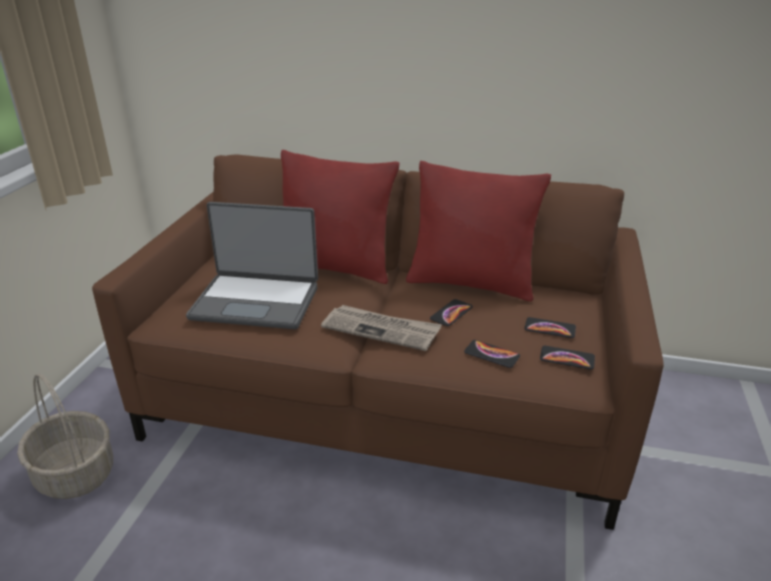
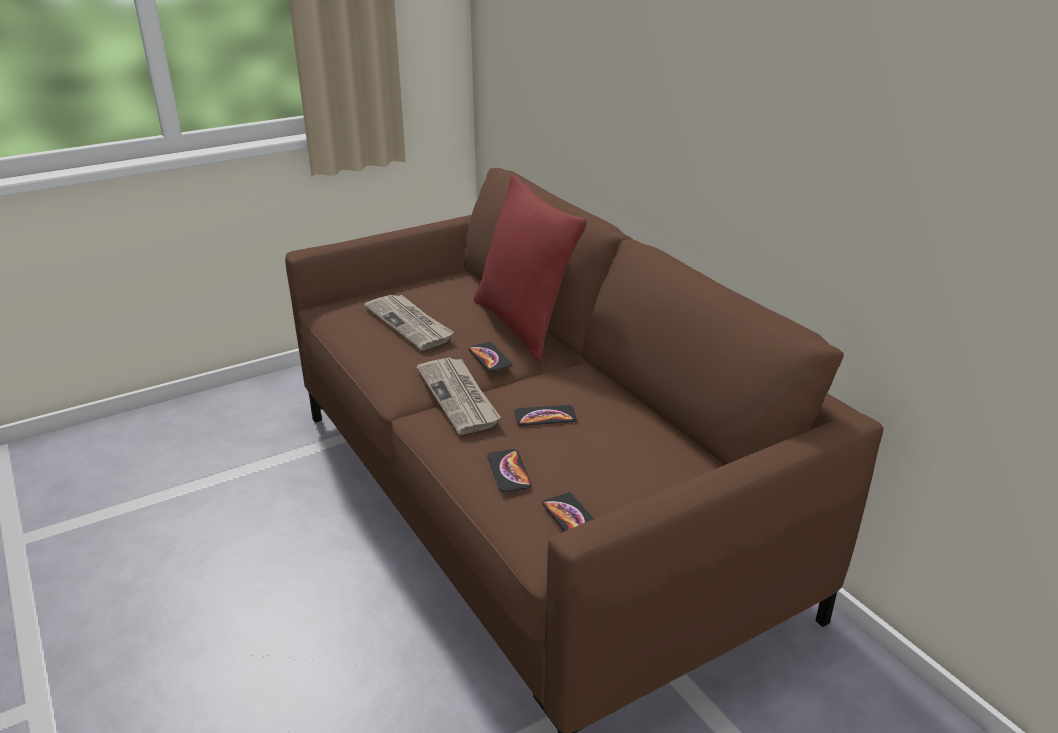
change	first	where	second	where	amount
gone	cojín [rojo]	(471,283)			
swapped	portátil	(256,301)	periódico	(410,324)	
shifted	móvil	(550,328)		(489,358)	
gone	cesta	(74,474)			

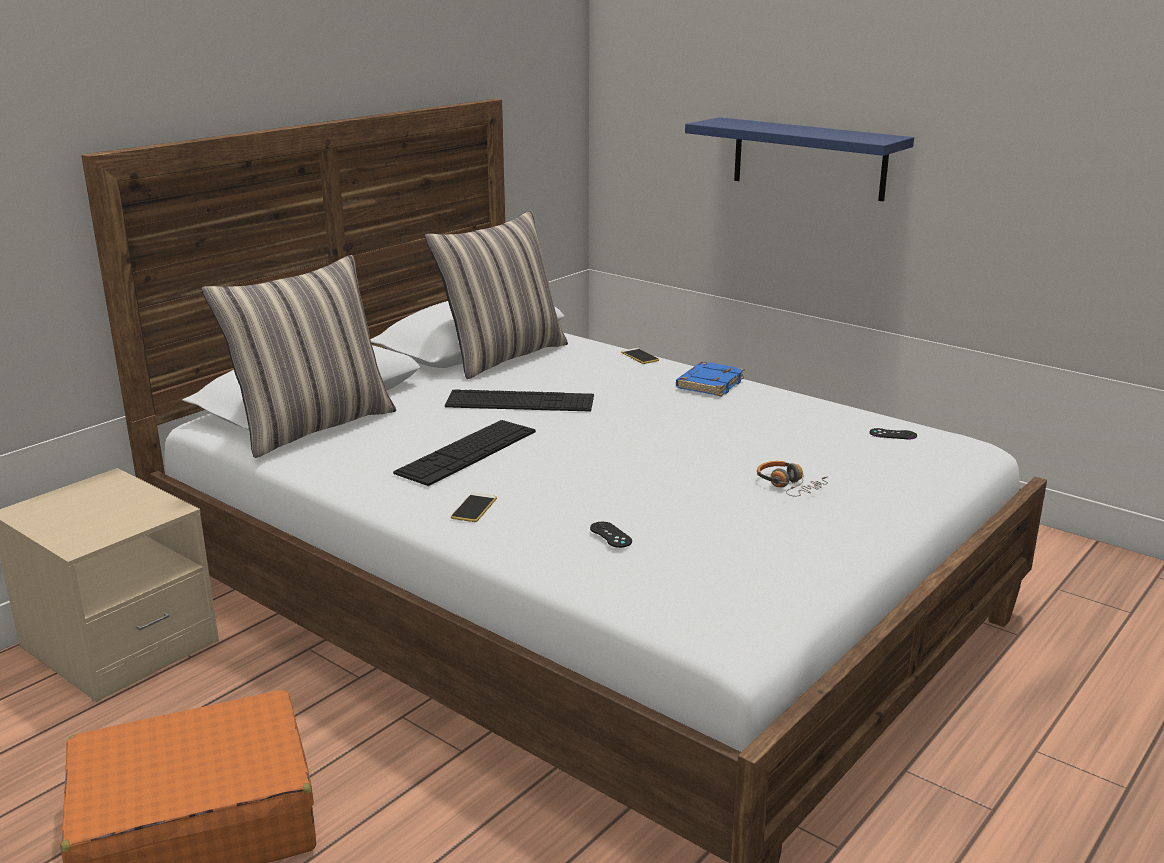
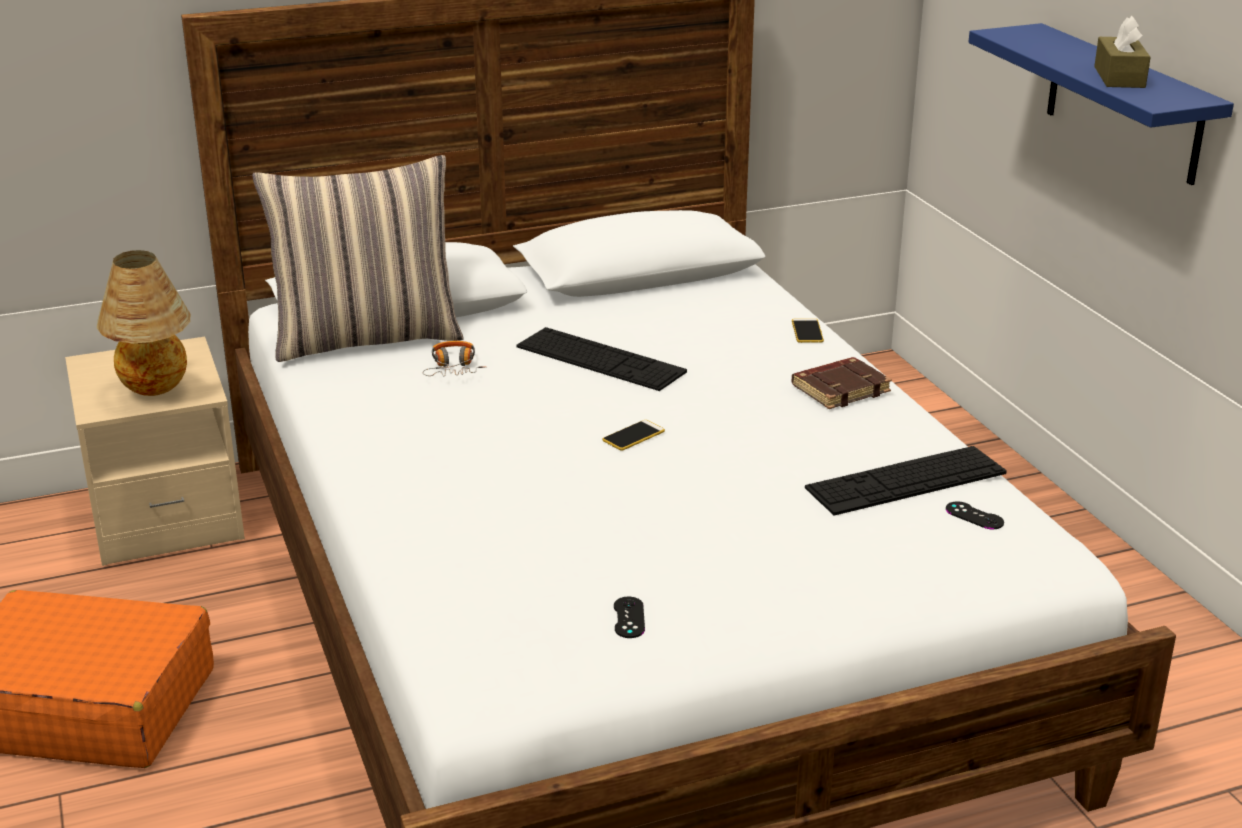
change	first	where	second	where	amount
gone	cojín	(502,356)			
repainted	libro [azul]	(709,384)	libro [marrón]	(840,389)	
shifted	teclado	(467,452)		(906,480)	
shifted	auriculares	(789,486)		(454,367)	
shifted	móvil	(474,508)		(633,436)	
shifted	mando de consola [negro]	(610,535)		(629,618)	
new			caja de pañuelos [marrón]	(1119,77)	
new			lámpara de mesa	(155,393)	

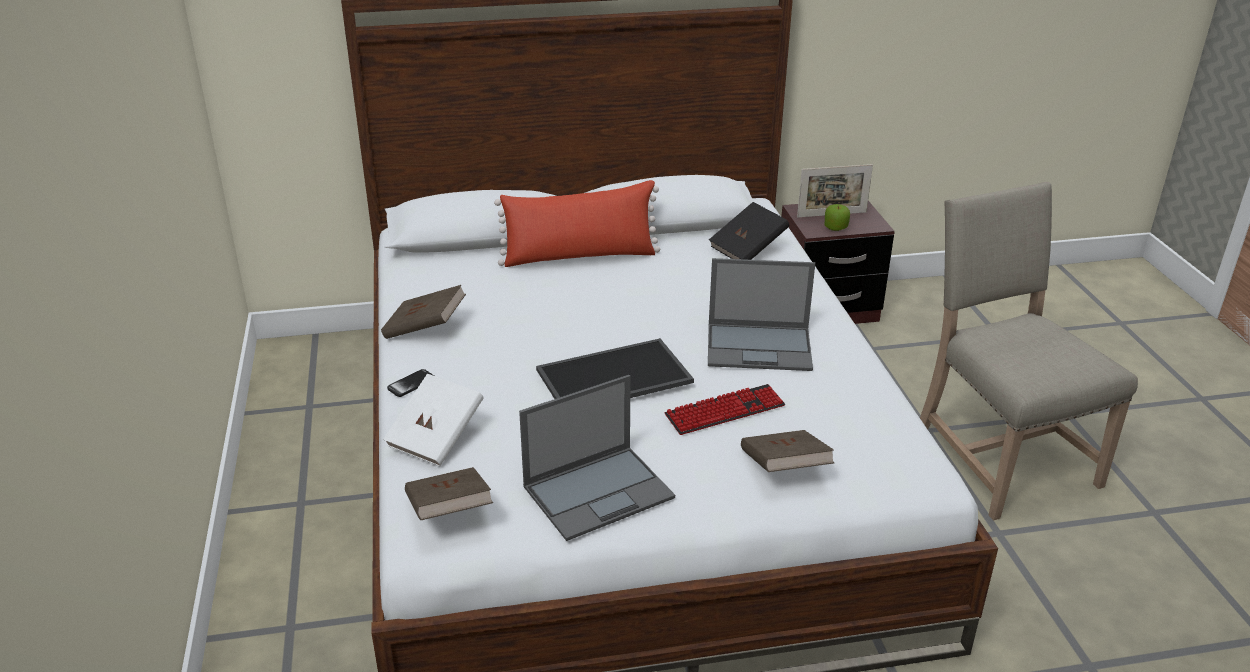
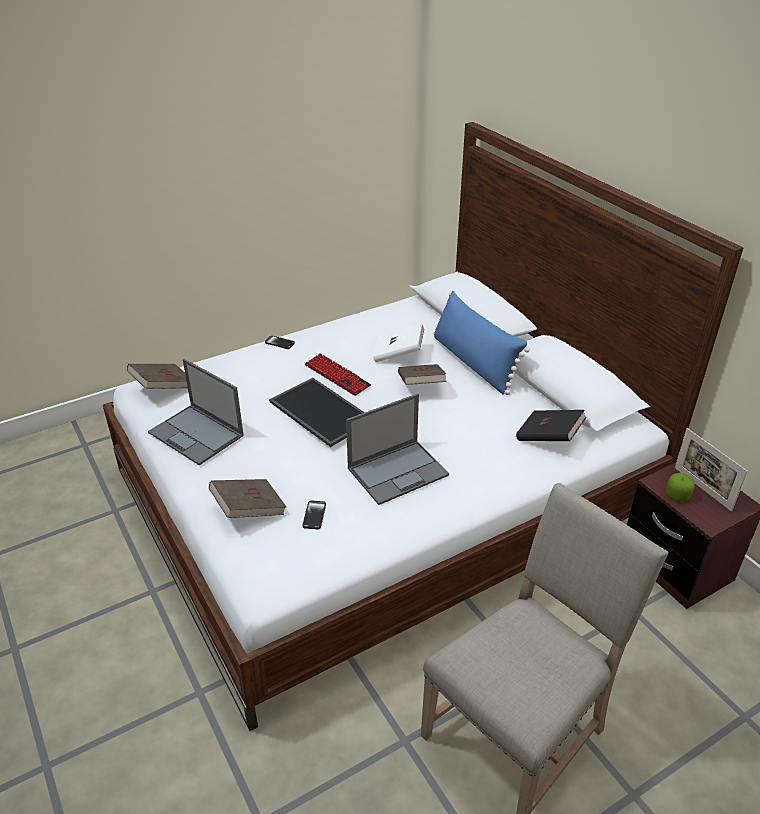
change	first	where	second	where	amount
repainted	cojín [rojo]	(580,256)	cojín [azul]	(473,363)	
rotated	portátil	(760,347)		(398,471)	105 degrees counterclockwise
shifted	libro [marrón]	(425,329)		(421,385)	
shifted	libro [blanco]	(436,437)		(398,354)	
shifted	teclado	(725,411)		(337,376)	
new			móvil	(314,515)	

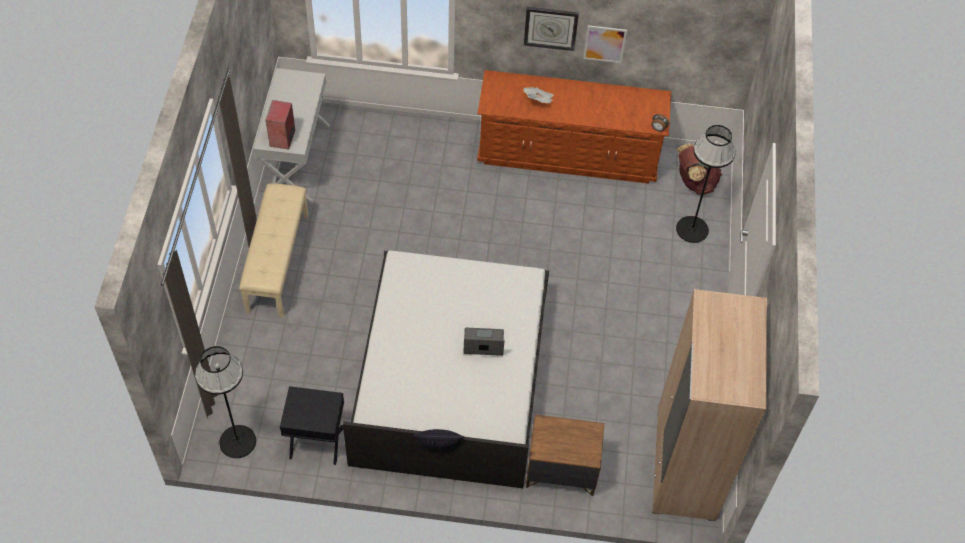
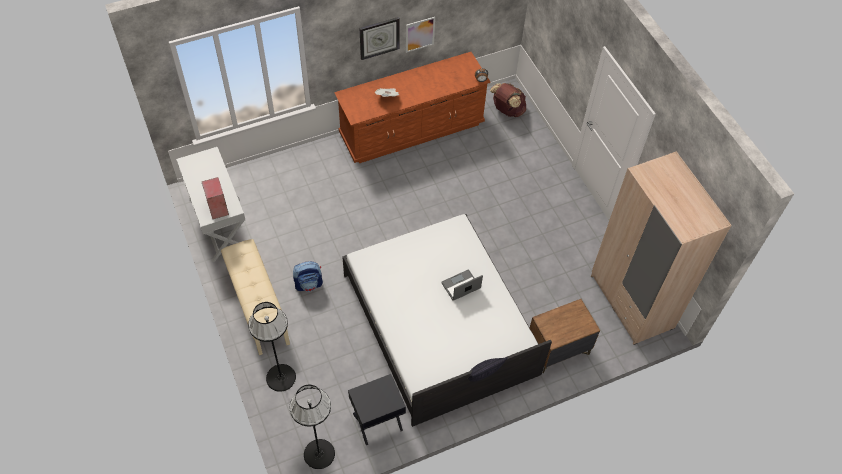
change	first	where	second	where	amount
shifted	lámpara de pie [negro]	(692,229)		(281,378)	
new			mochila	(309,284)	

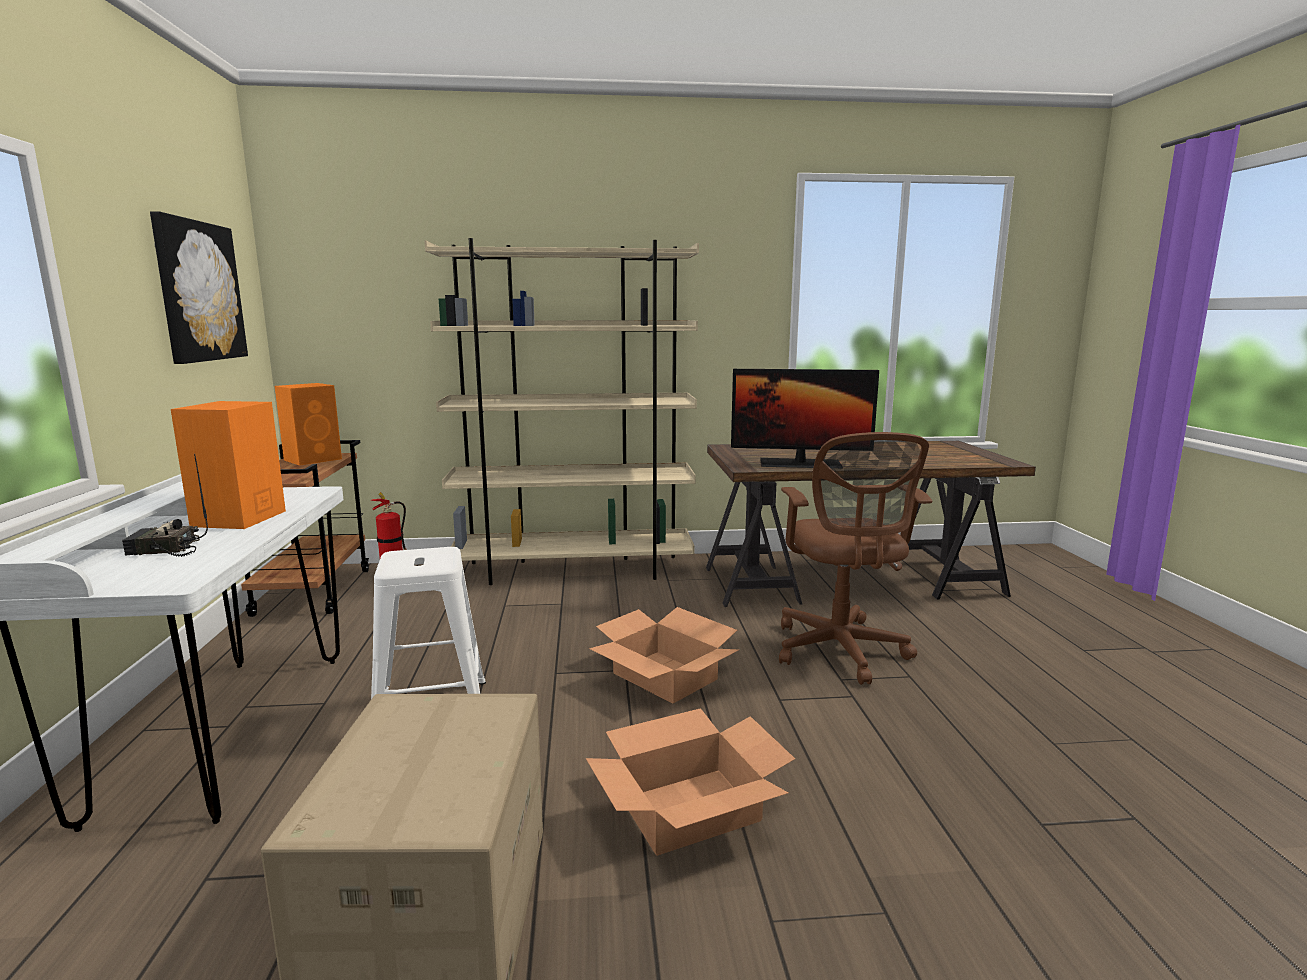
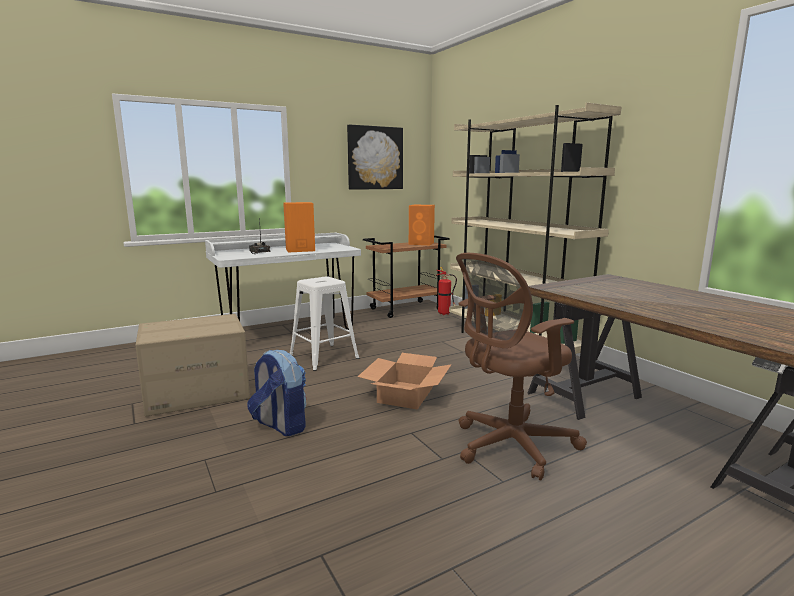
change	first	where	second	where	amount
gone	monitor	(800,464)			
swapped	caja de cartón	(689,809)	mochila	(280,425)	

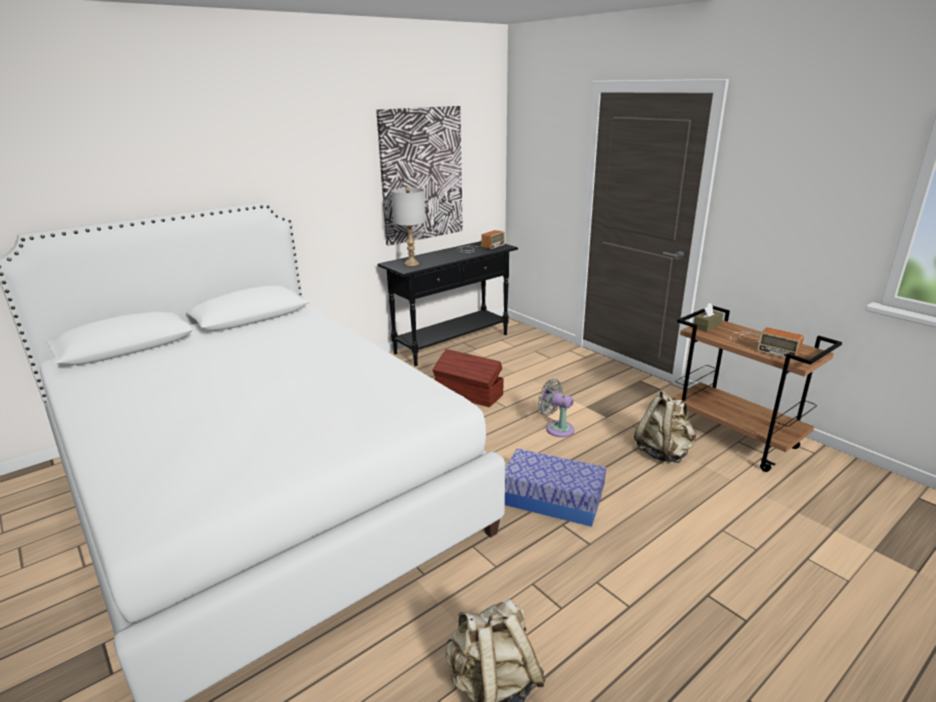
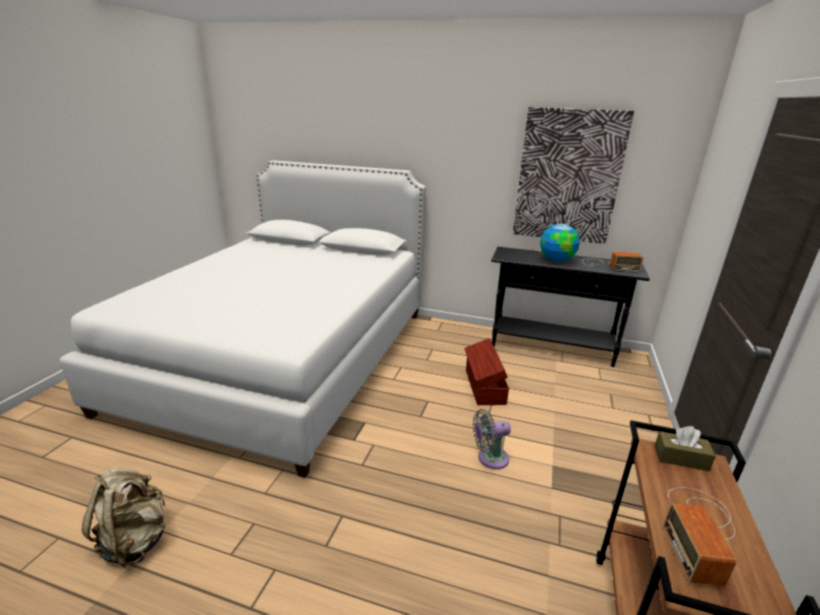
change	first	where	second	where	amount
gone	lámpara de mesa [gris]	(411,263)			
rotated	ventilador [gris]	(557,428)		(489,458)	105 degrees counterclockwise
gone	mochila [beis]	(663,452)			
gone	caja de almacenaje	(552,500)			
new			globo terráqueo	(556,260)	

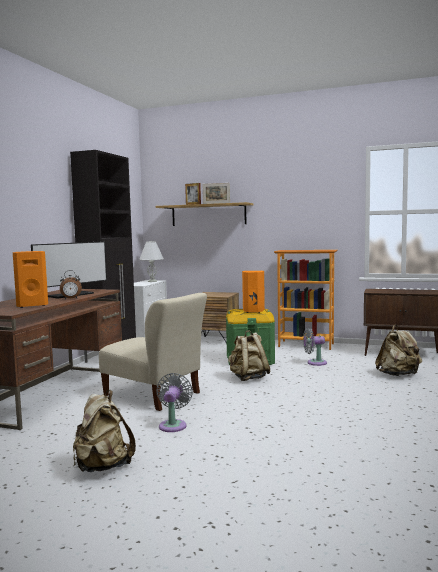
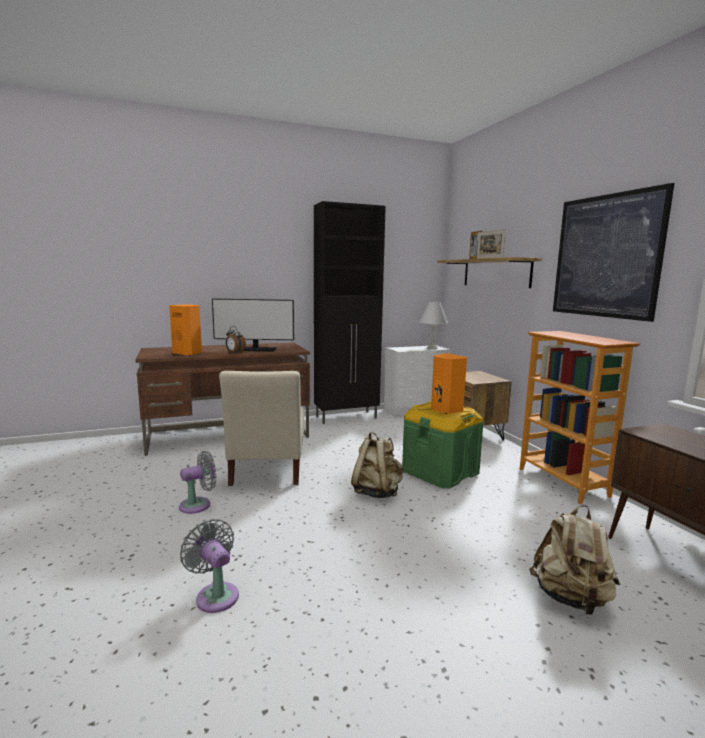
change	first	where	second	where	amount
shifted	ventilador [gris]	(314,363)		(215,595)	
gone	mochila [beis]	(103,467)			
new			cuadro	(606,256)	

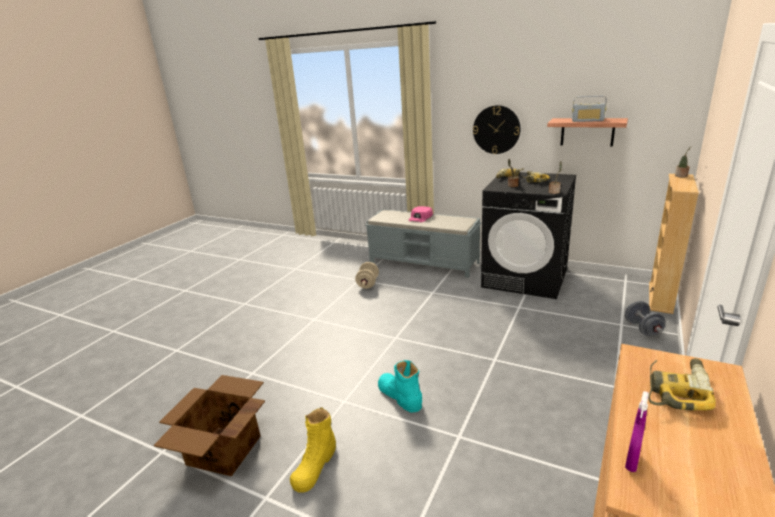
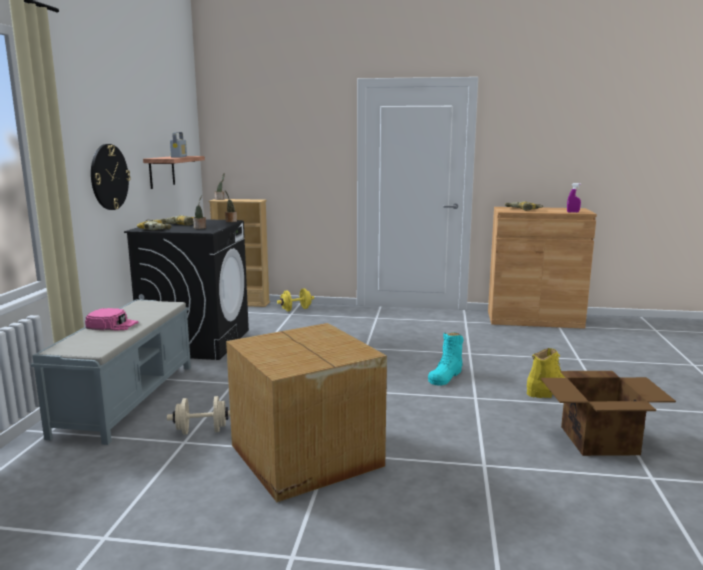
change	first	where	second	where	amount
repainted	mancuerna [gris]	(642,329)	mancuerna [amarillo]	(296,309)	
new			caja de cartón	(305,457)	

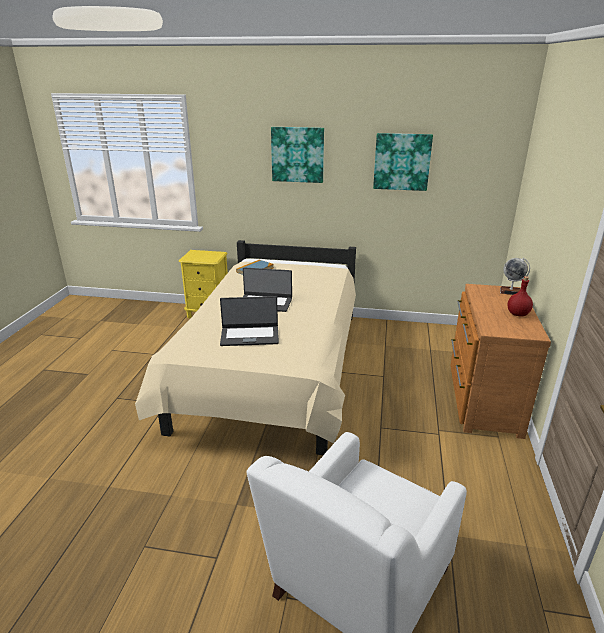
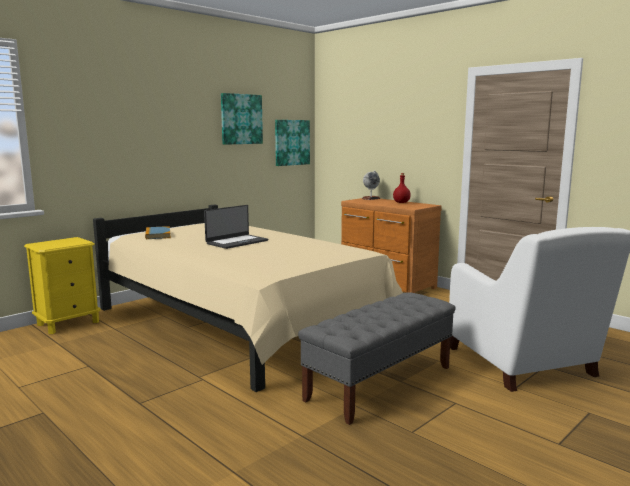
change	first	where	second	where	amount
shifted	cuadro	(297,154)		(291,142)	
gone	portátil	(250,336)			
new			banco [gris]	(380,383)	

